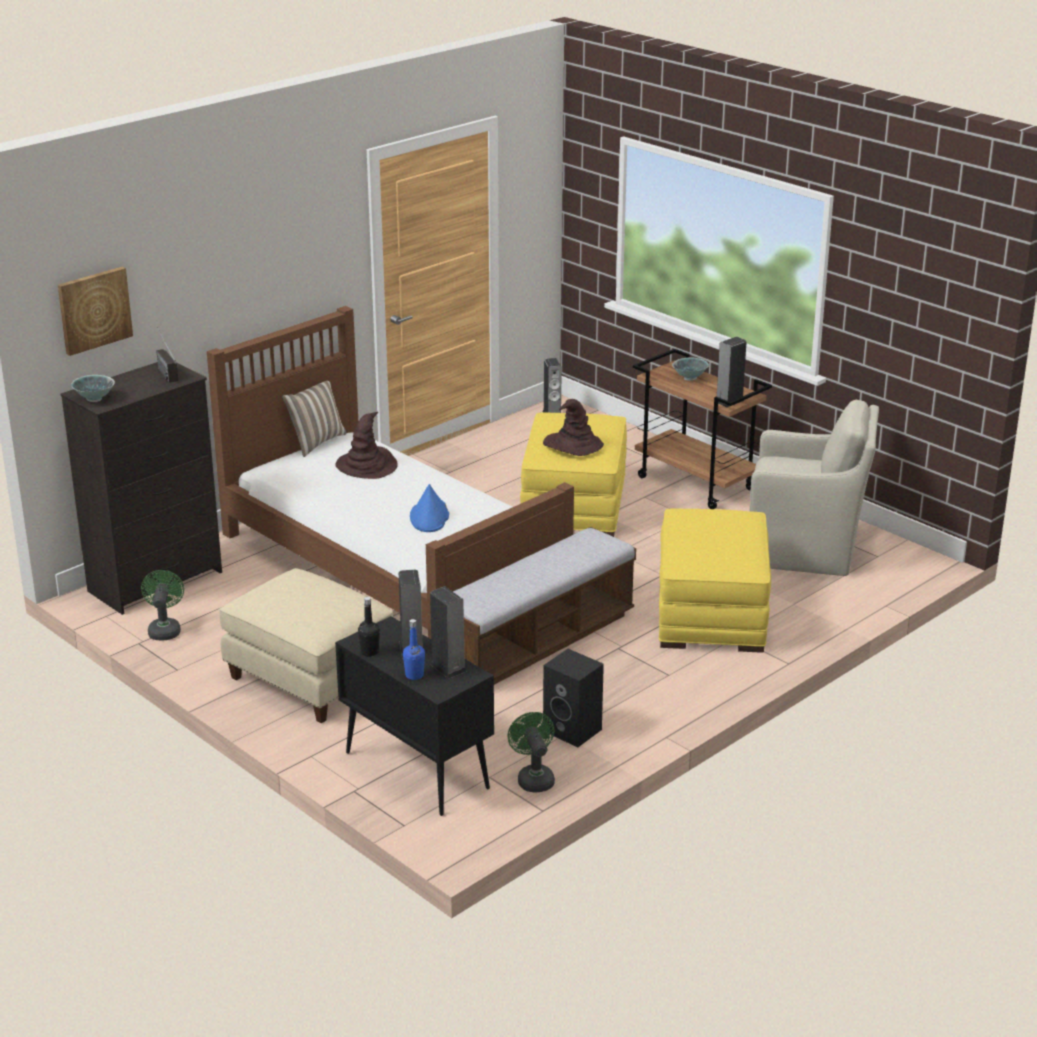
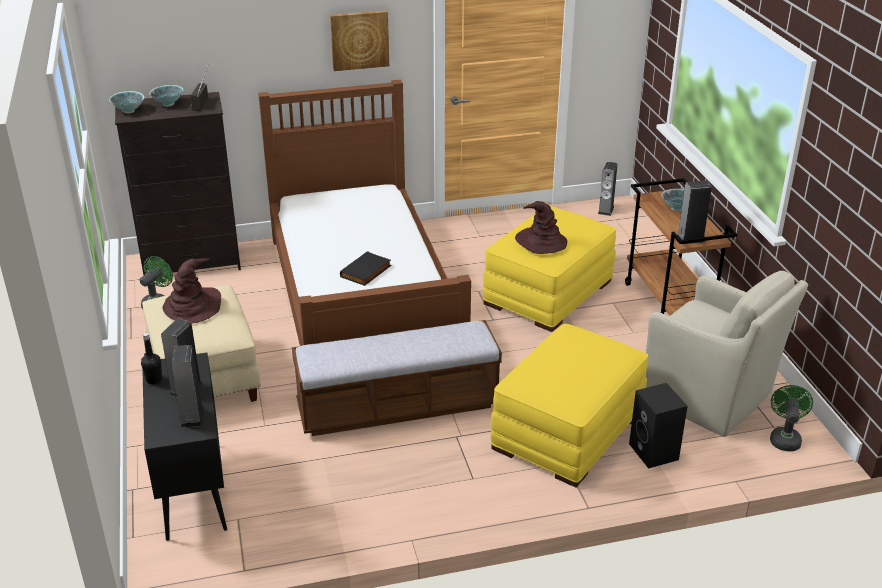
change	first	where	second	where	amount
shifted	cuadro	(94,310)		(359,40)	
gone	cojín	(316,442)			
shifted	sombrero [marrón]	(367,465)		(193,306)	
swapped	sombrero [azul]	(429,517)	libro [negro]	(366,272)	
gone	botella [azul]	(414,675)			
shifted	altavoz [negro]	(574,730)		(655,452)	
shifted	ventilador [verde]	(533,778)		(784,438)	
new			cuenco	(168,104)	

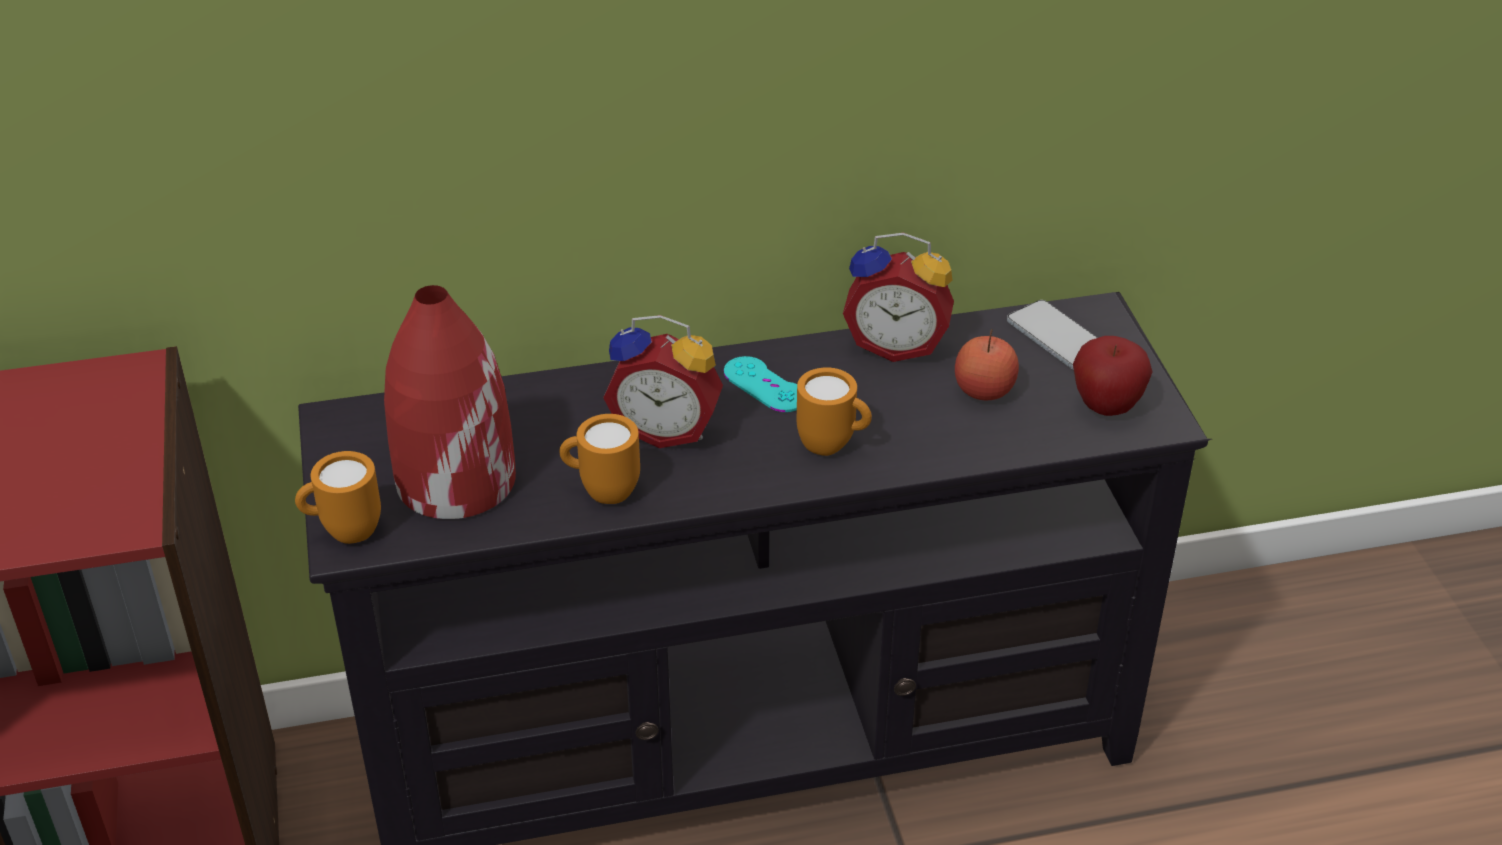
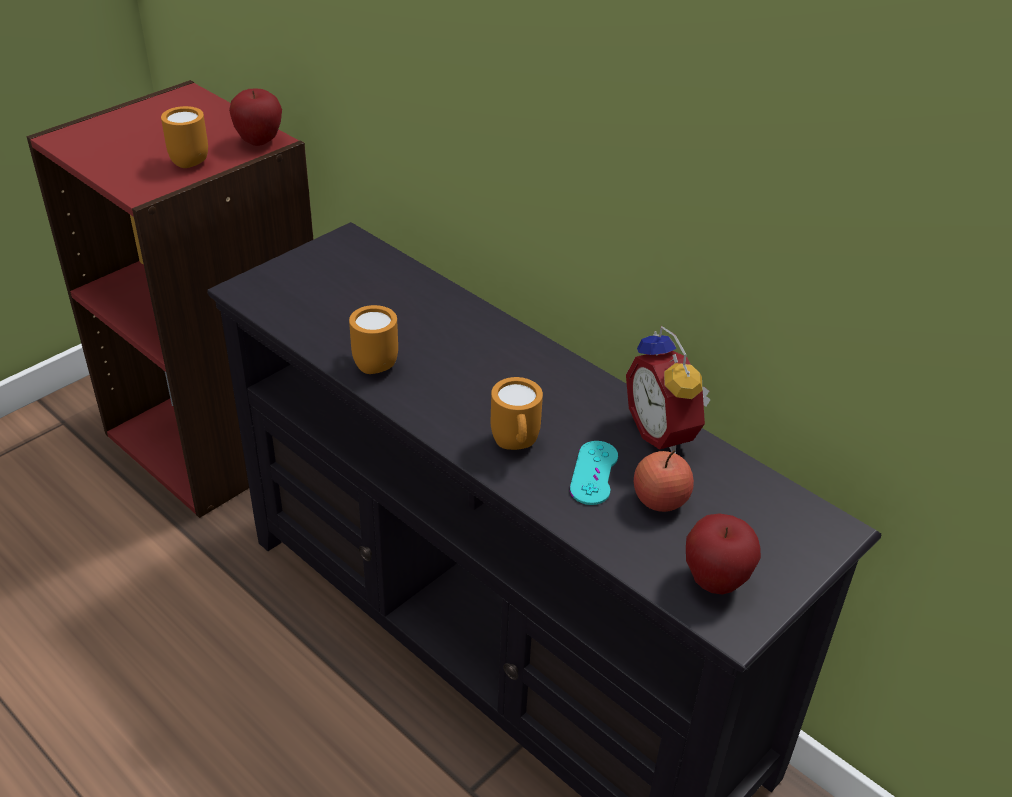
change	first	where	second	where	amount
gone	florero [rojo]	(454,480)			
gone	móvil	(1058,337)			
gone	despertador	(667,429)			
shifted	mando de consola [turquesa]	(765,385)		(594,473)	
shifted	taza grande [naranja]	(344,532)		(186,161)	
new			manzana	(259,141)	

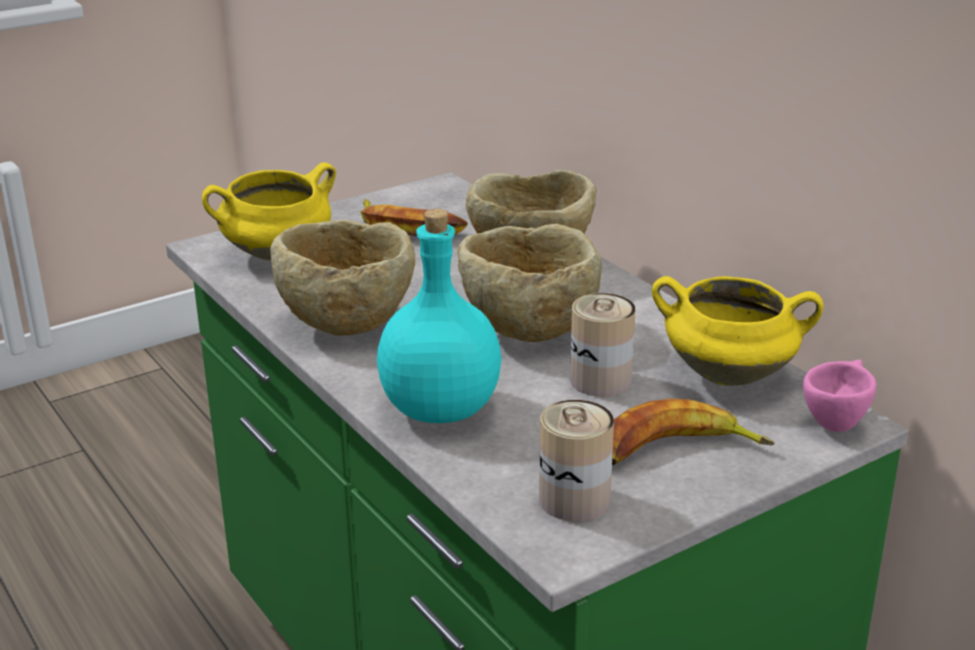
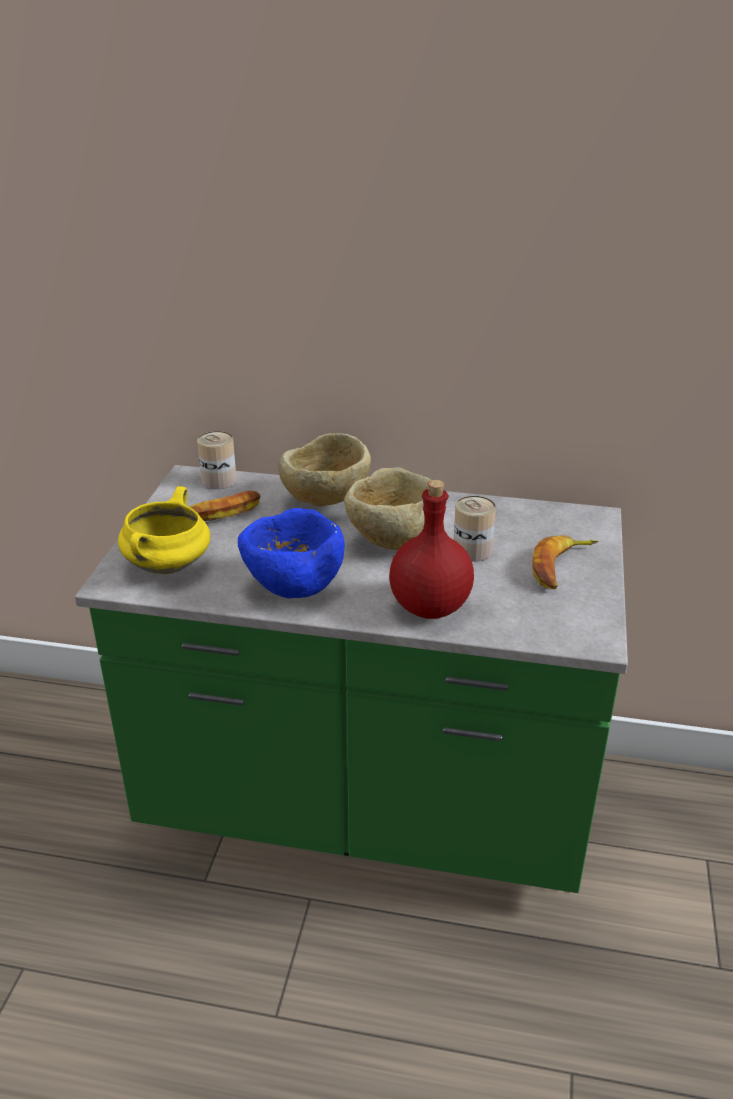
change	first	where	second	where	amount
repainted	botella [turquesa]	(442,409)	botella [rojo]	(431,606)	
repainted	cuenco [beis]	(347,322)	cuenco [azul]	(293,586)	
gone	olla [amarillo]	(730,374)			
gone	taza [rosa]	(836,420)			
shifted	lata	(574,499)		(219,480)	

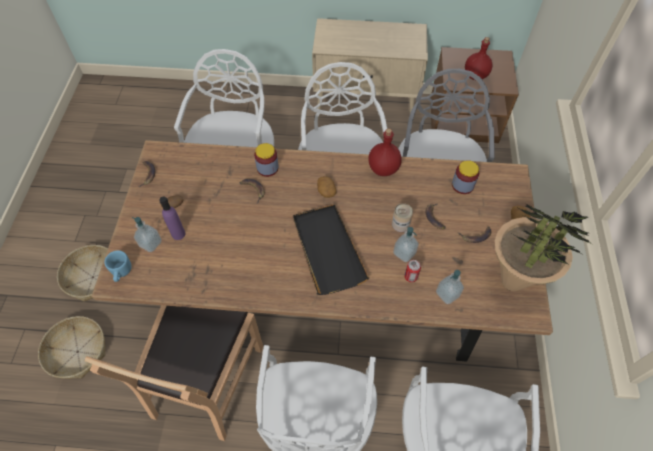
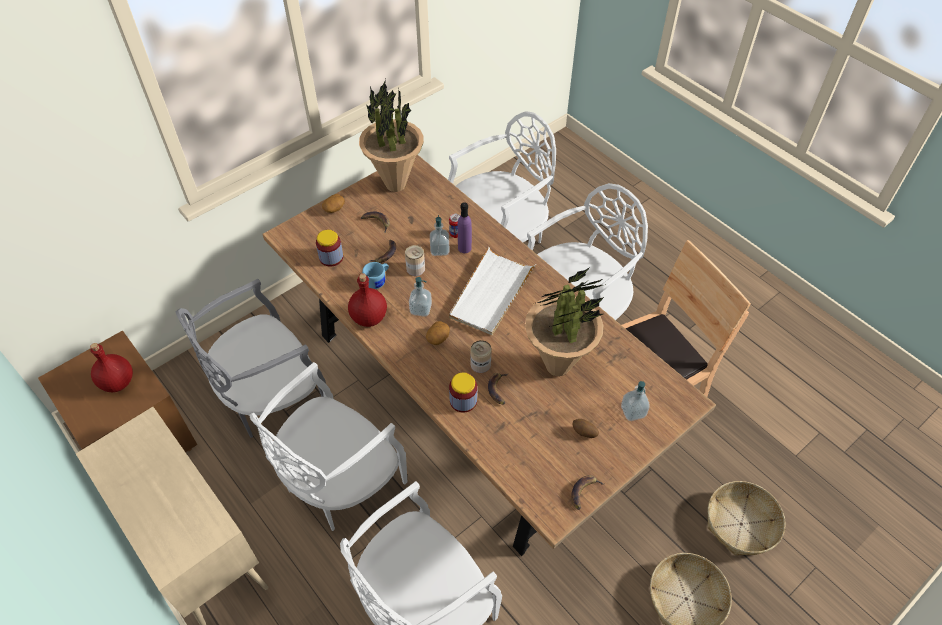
change	first	where	second	where	amount
shifted	botella [morado]	(178,234)		(464,248)	
repainted	bandeja [negro]	(327,249)	bandeja [blanco]	(491,294)	
shifted	taza grande [azul]	(121,272)		(378,281)	
shifted	dispensador de jabón	(447,294)		(420,309)	
new			planta en maceta	(558,366)	
new			lata	(480,364)	

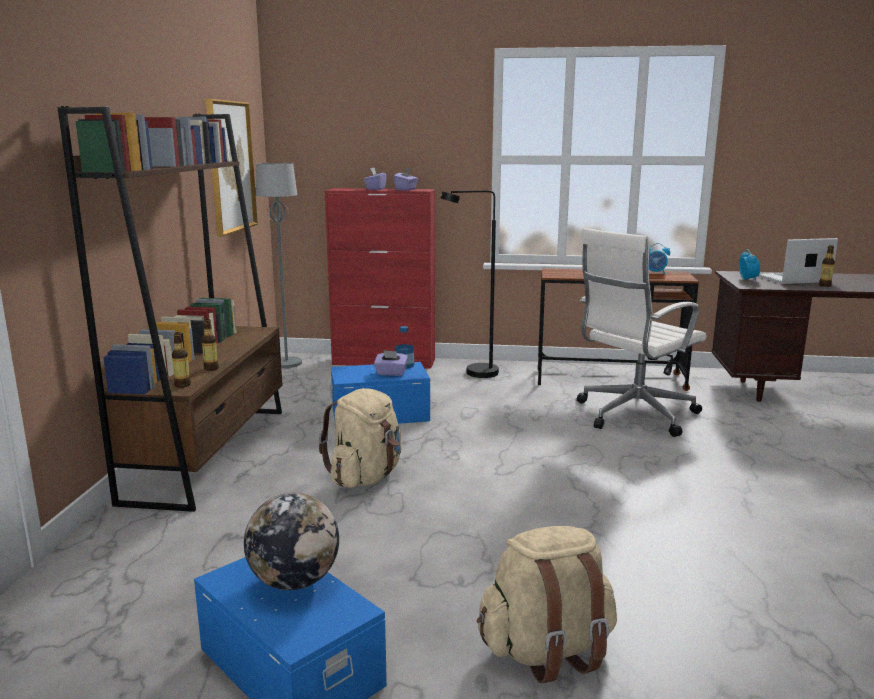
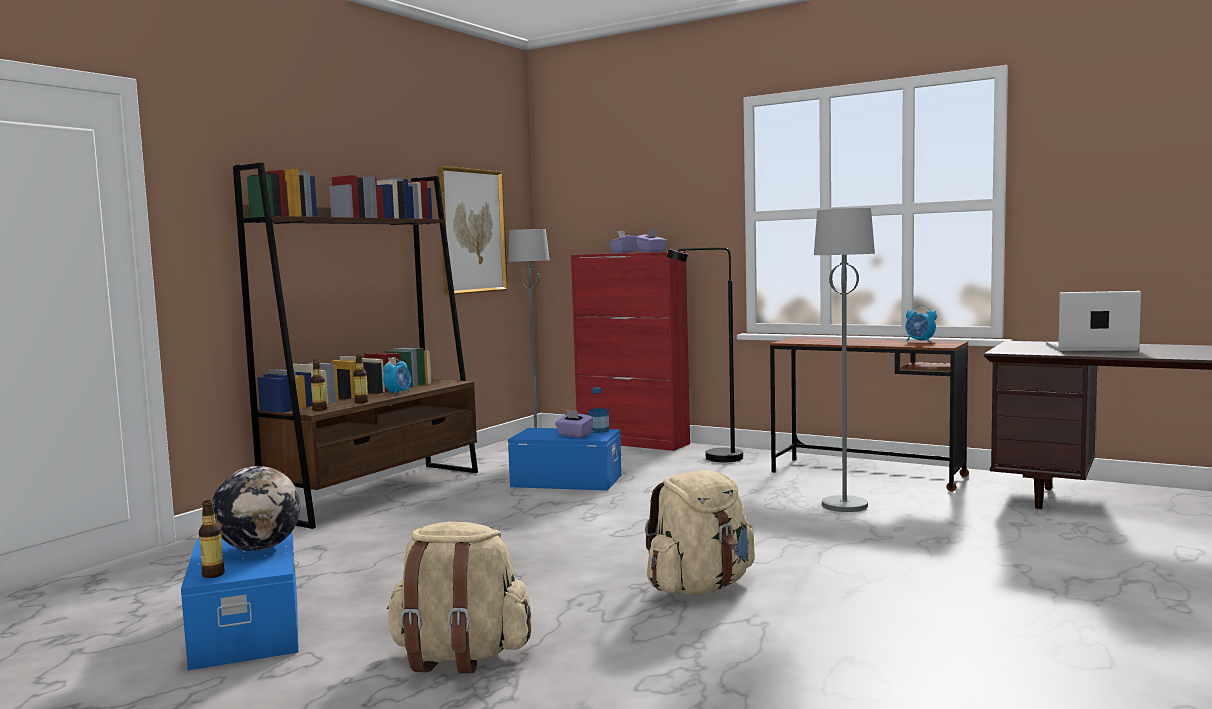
change	first	where	second	where	amount
swapped	silla de oficina [blanco]	(633,415)	lámpara de pie [gris]	(844,505)	
shifted	botella	(825,285)		(213,574)	
shifted	despertador	(748,280)		(398,393)	
shifted	mochila [beis]	(365,477)		(700,587)	

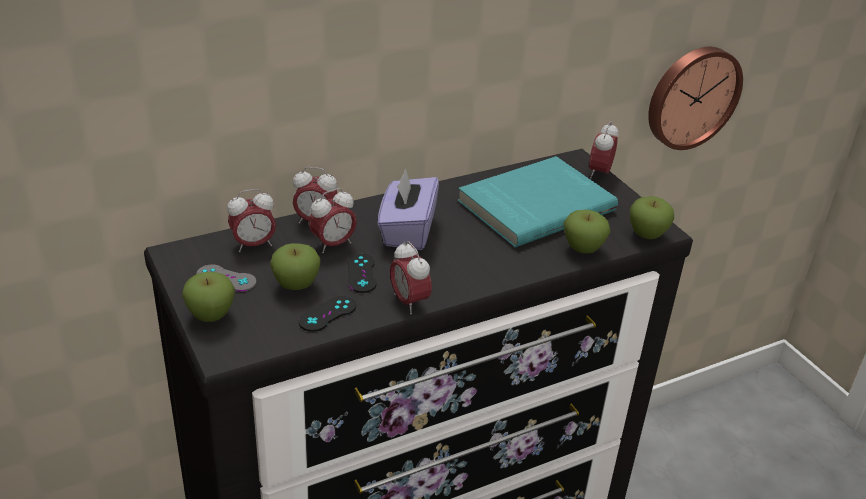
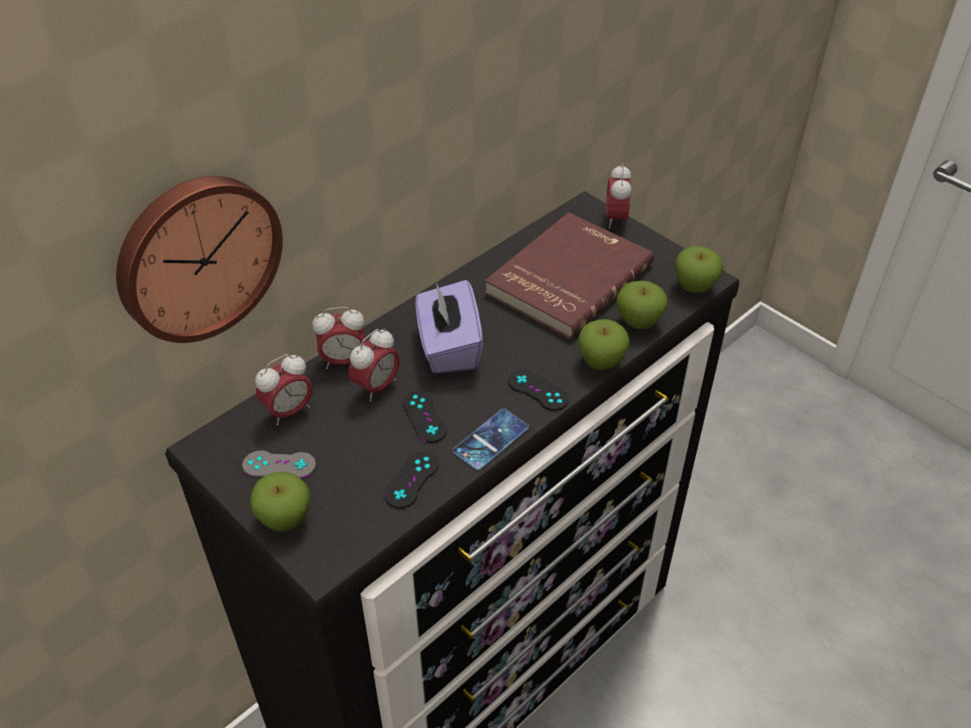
change	first	where	second	where	amount
shifted	reloj de pared	(691,96)		(197,256)	
repainted	libro [turquesa]	(534,204)	libro [rojo]	(566,277)	
swapped	despertador	(409,302)	móvil	(491,439)	
shifted	manzana	(296,285)		(601,362)	
new			mando de consola [negro]	(538,390)	

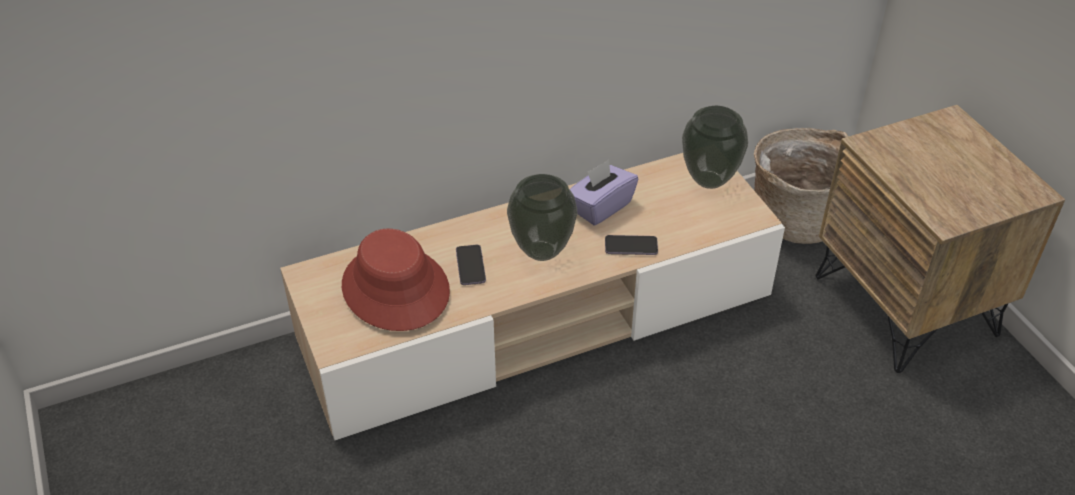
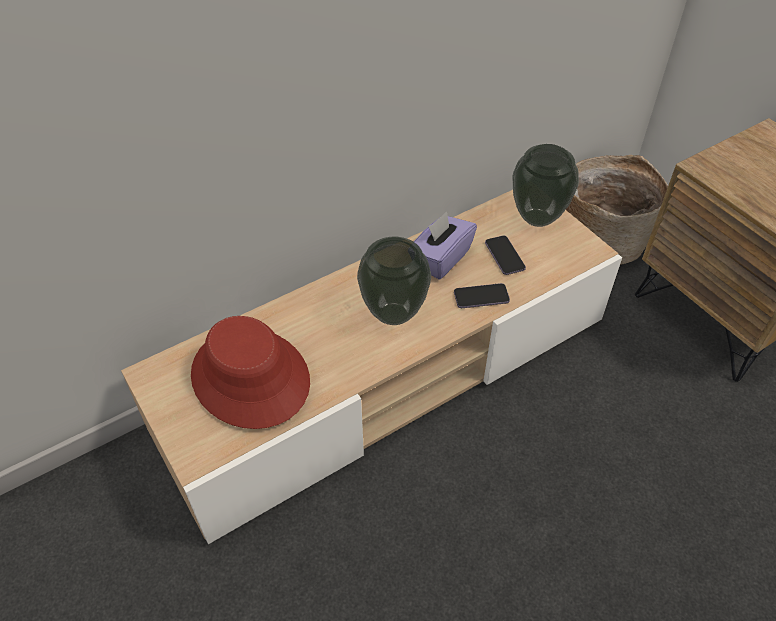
change	first	where	second	where	amount
shifted	móvil	(470,266)		(504,256)	

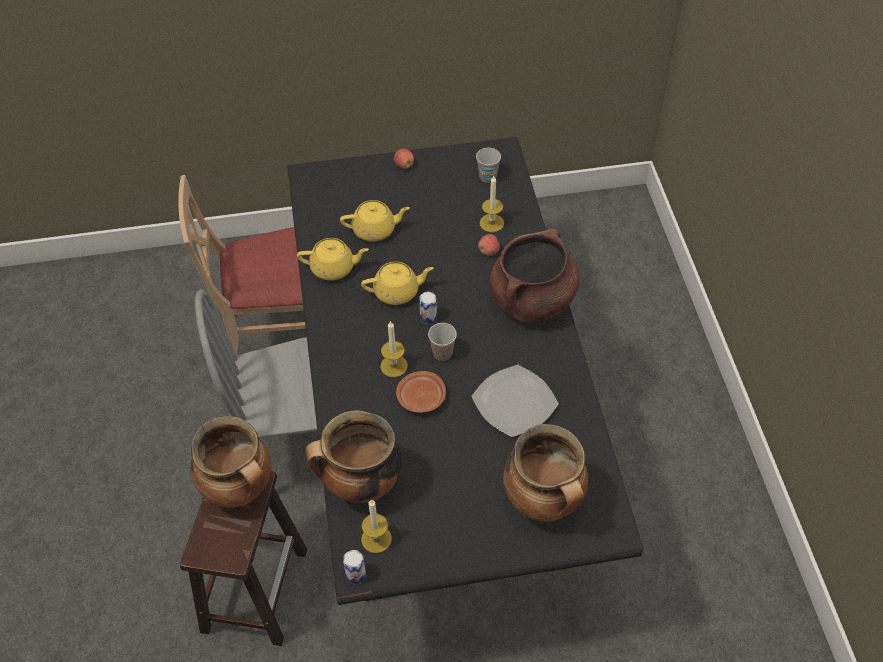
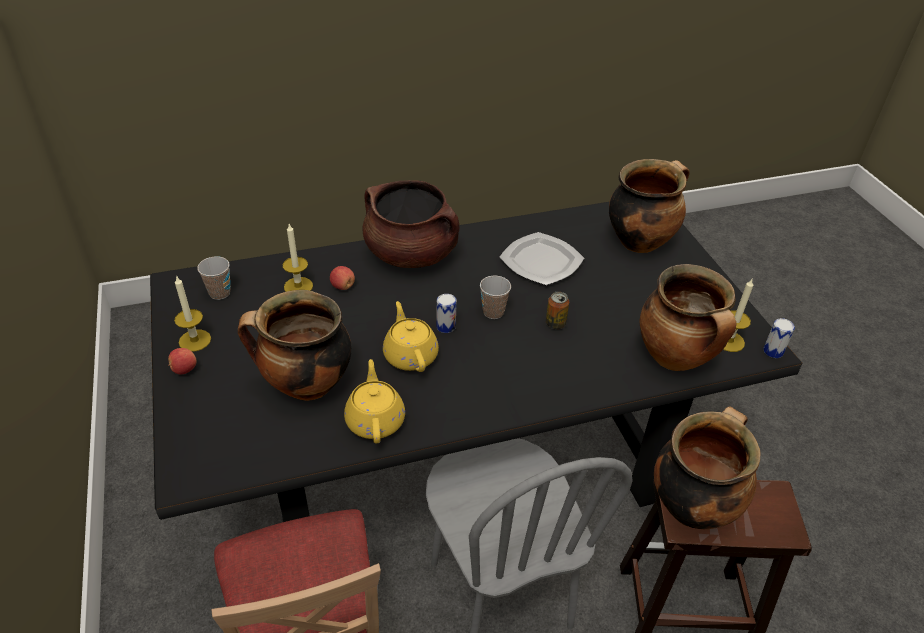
change	first	where	second	where	amount
swapped	tetera [amarillo]	(375,230)	olla	(306,386)	
shifted	vela	(394,366)		(195,340)	
swapped	plato [marrón]	(421,398)	lata	(555,324)	

